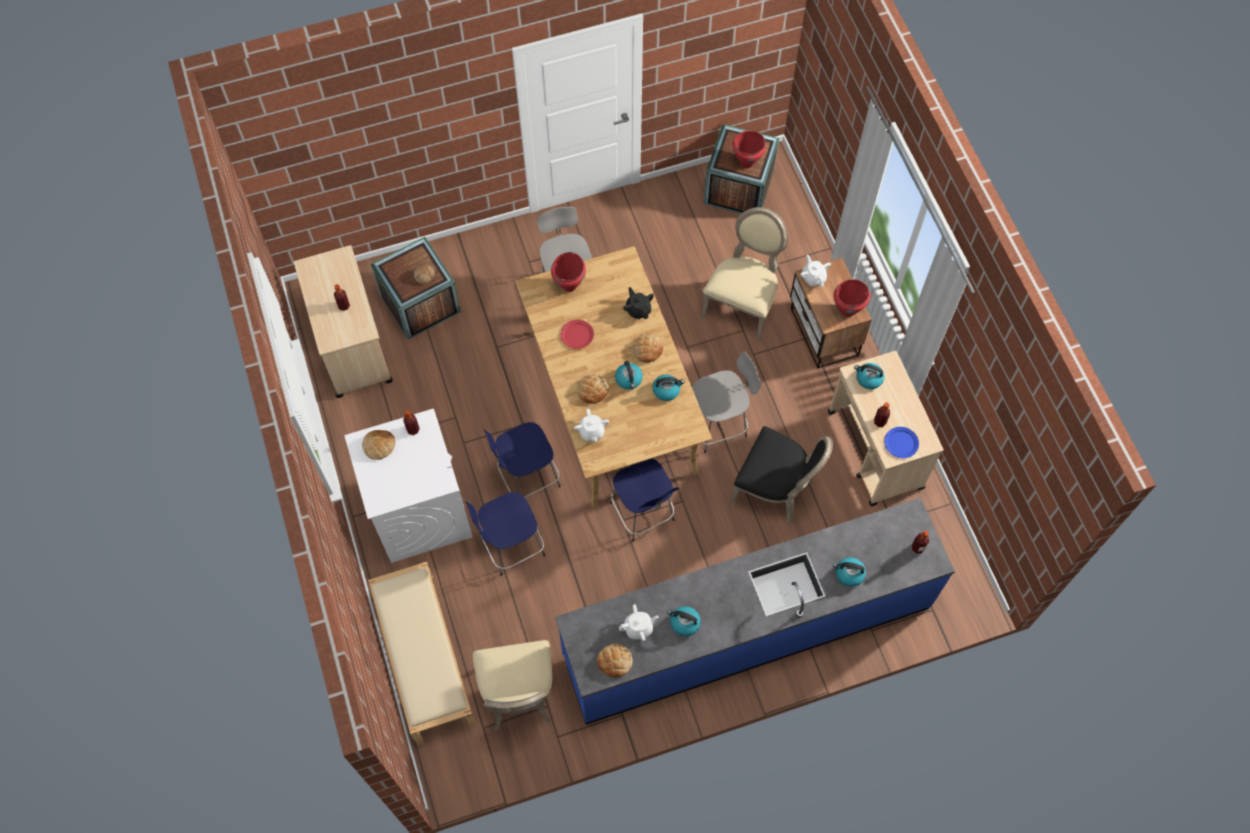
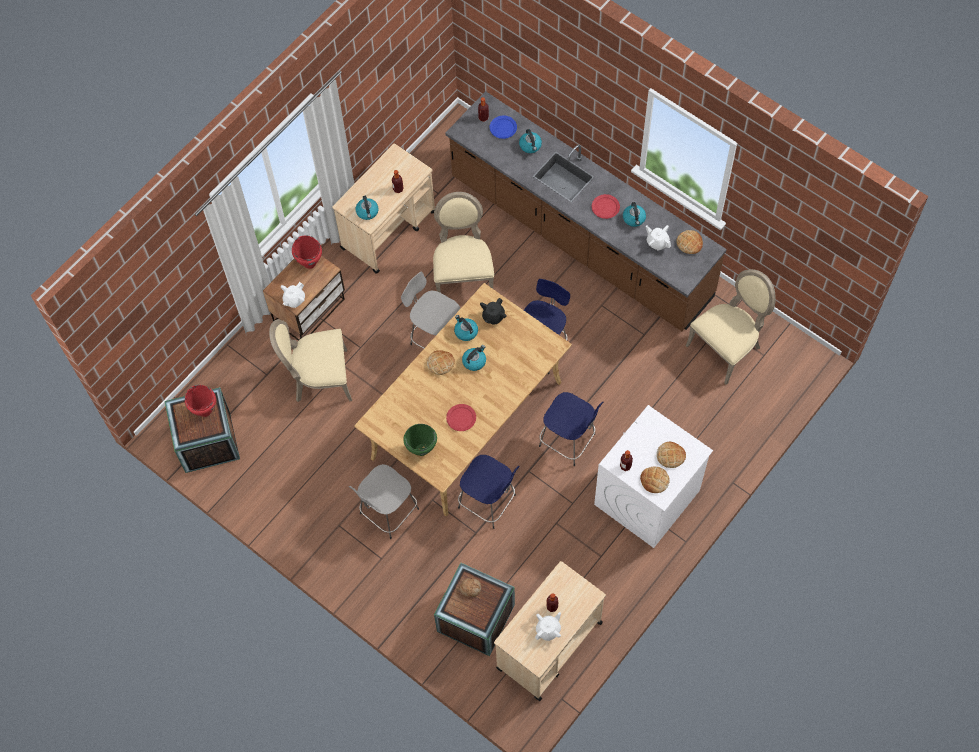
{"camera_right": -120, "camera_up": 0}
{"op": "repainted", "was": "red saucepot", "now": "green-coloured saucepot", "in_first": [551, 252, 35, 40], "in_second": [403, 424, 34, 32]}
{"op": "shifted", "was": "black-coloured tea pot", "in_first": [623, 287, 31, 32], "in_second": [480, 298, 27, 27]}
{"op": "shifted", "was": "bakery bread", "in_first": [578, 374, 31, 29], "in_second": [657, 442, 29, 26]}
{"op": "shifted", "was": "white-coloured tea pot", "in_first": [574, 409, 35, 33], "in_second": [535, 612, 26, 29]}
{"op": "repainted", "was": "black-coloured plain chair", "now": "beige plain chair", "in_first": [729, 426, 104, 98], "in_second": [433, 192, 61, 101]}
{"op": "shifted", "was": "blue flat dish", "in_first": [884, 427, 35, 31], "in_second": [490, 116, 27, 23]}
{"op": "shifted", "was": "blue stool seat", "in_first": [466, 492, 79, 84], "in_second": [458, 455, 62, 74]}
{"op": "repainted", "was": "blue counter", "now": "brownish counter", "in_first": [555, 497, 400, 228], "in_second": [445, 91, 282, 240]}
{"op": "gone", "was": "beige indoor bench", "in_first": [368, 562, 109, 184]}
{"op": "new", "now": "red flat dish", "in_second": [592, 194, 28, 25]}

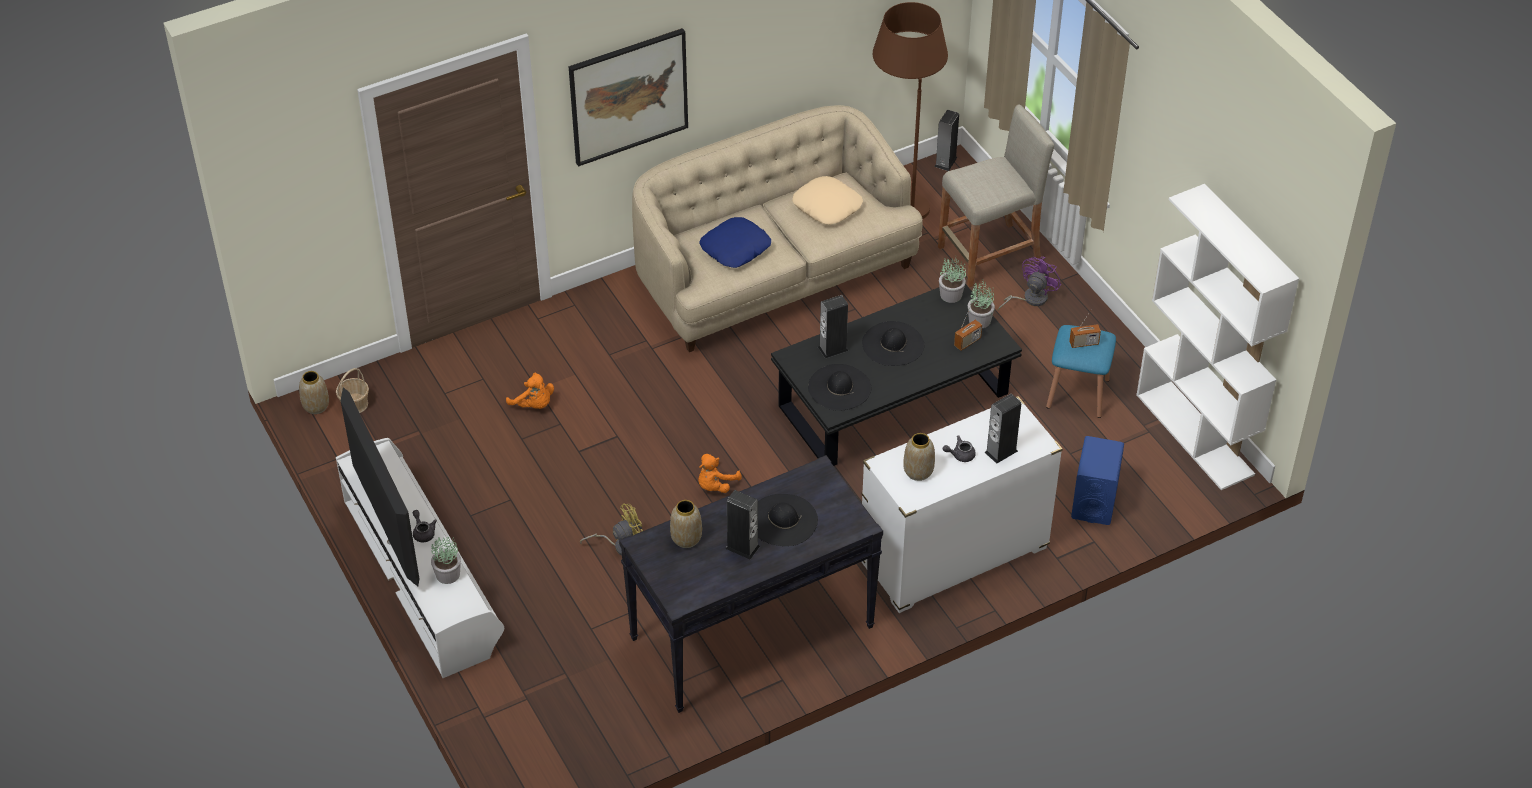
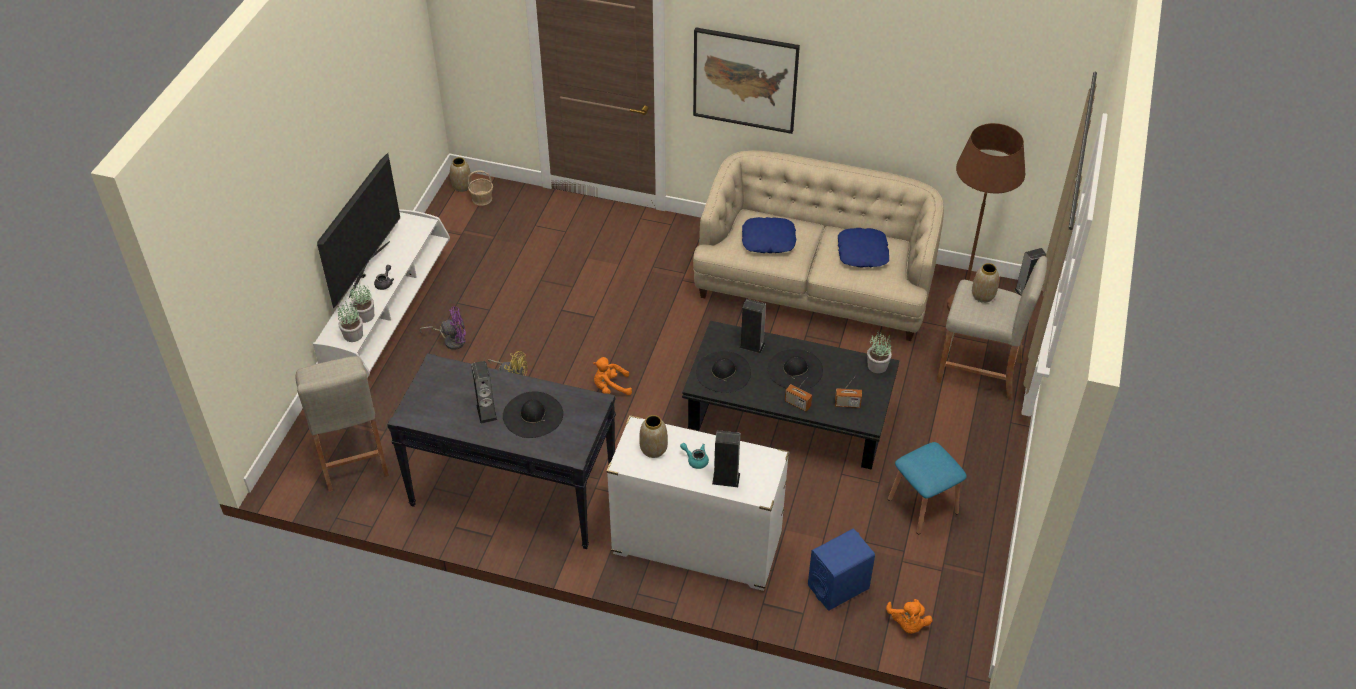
{"camera_right": 45, "camera_up": 0}
{"op": "repainted", "was": "beige pillow", "now": "blue pillow", "in_first": [792, 176, 71, 49], "in_second": [838, 228, 51, 40]}
{"op": "gone", "was": "white-coloured bookshelf", "in_first": [1136, 184, 163, 306]}
{"op": "shifted", "was": "purplish cooling fan", "in_first": [998, 257, 63, 53], "in_second": [419, 306, 47, 44]}
{"op": "shifted", "was": "potted plant", "in_first": [968, 280, 27, 48], "in_second": [337, 301, 26, 41]}
{"op": "shifted", "was": "radio set", "in_first": [1069, 309, 32, 39], "in_second": [785, 378, 27, 34]}
{"op": "shifted", "was": "orangey cuddly toy", "in_first": [506, 373, 48, 36], "in_second": [886, 599, 47, 35]}
{"op": "repainted", "was": "gray tea pot", "now": "blue-green tea pot", "in_first": [942, 435, 34, 27], "in_second": [680, 443, 29, 26]}
{"op": "shifted", "was": "decorative vase", "in_first": [670, 500, 32, 48], "in_second": [972, 263, 27, 40]}
{"op": "new", "now": "beige stool seat", "in_second": [296, 356, 93, 136]}

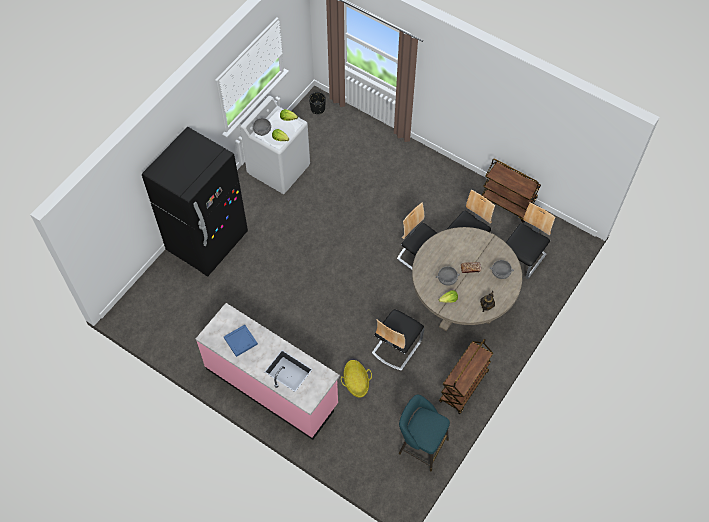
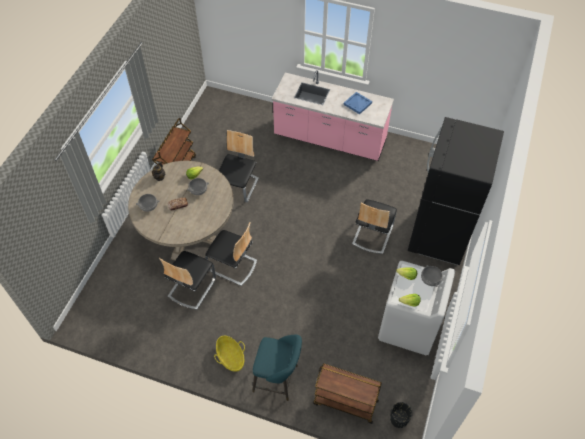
{"camera_right": 165, "camera_up": -5}
{"op": "shifted", "was": "brownish cart", "in_first": [480, 159, 61, 64], "in_second": [313, 364, 69, 60]}
{"op": "shifted", "was": "plain chair", "in_first": [506, 202, 49, 77], "in_second": [352, 199, 45, 55]}
{"op": "shifted", "was": "basket", "in_first": [341, 360, 31, 37], "in_second": [214, 336, 31, 36]}
{"op": "shifted", "was": "blue-green stool seat", "in_first": [399, 394, 51, 77], "in_second": [252, 335, 50, 66]}

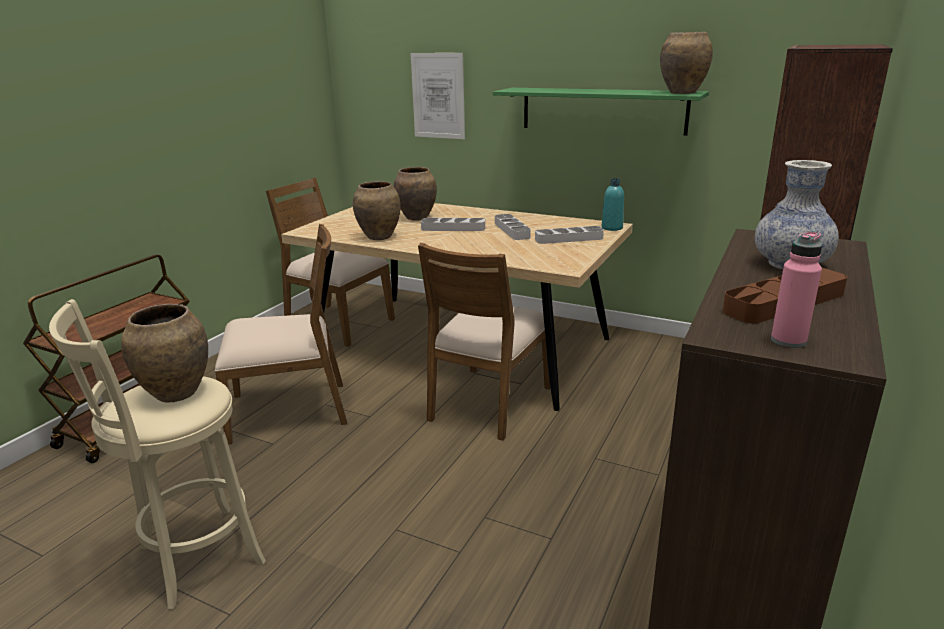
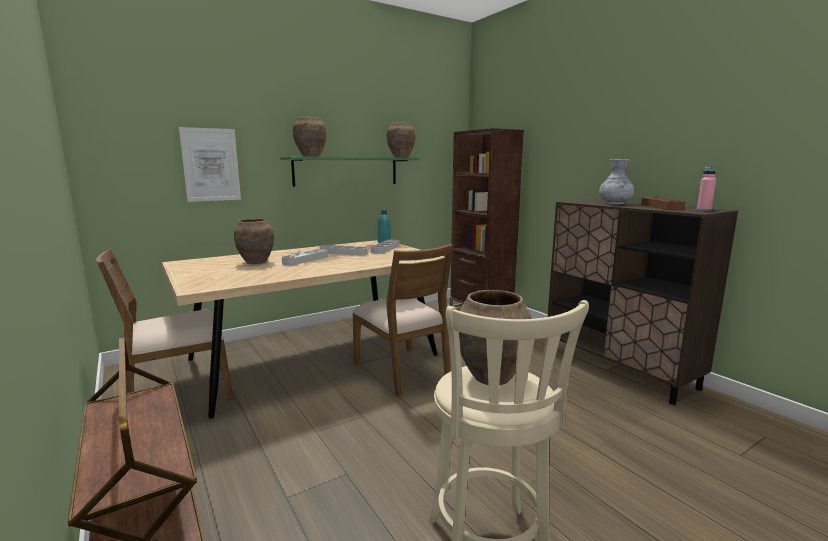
{"camera_right": -60, "camera_up": -10}
{"op": "shifted", "was": "brownish decorative vase", "in_first": [353, 181, 48, 59], "in_second": [293, 117, 33, 40]}
{"op": "gone", "was": "brownish plain chair", "in_first": [215, 224, 132, 221]}

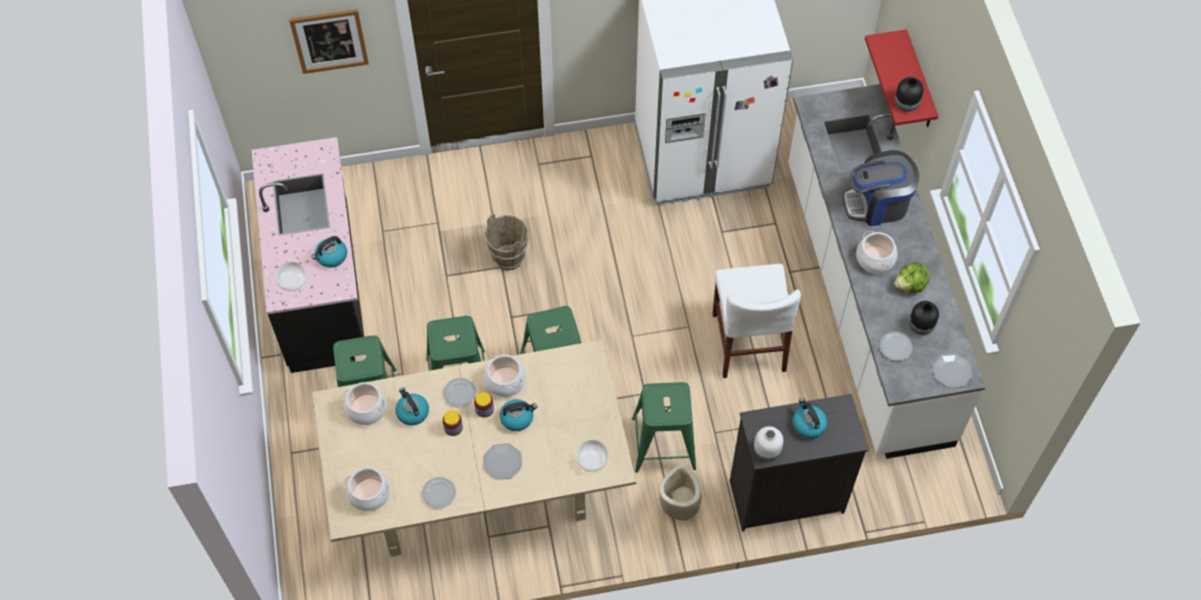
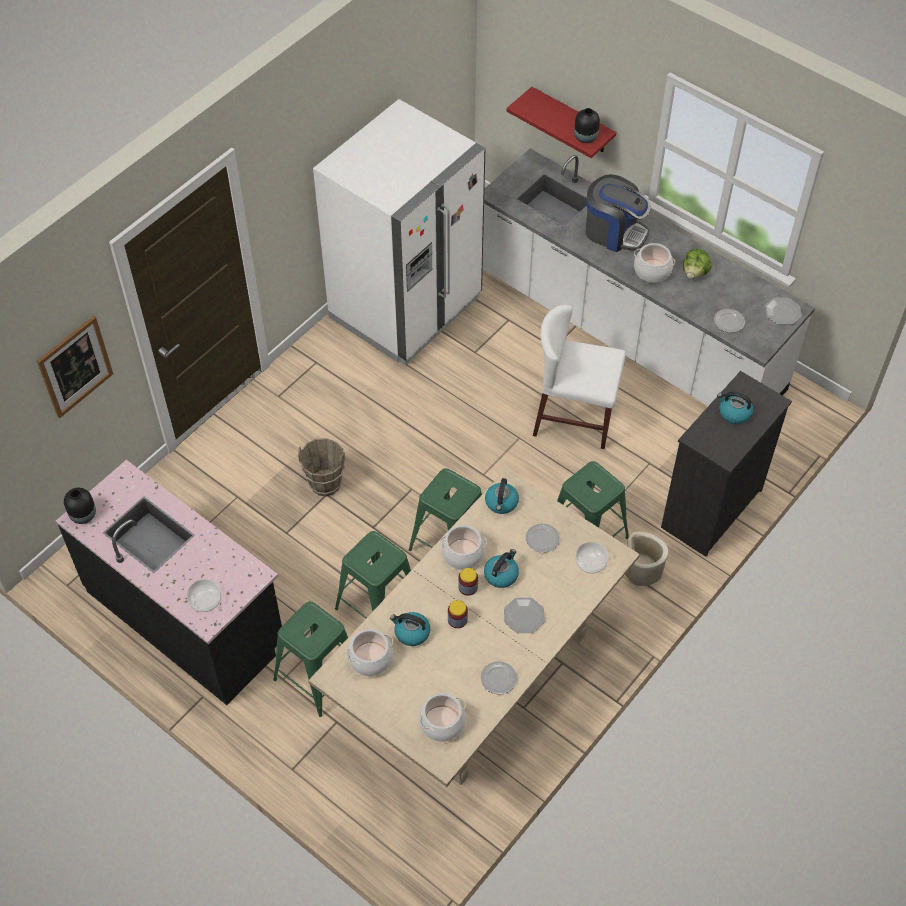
{"camera_right": -40, "camera_up": -5}
{"op": "rotated", "was": "coffee maker", "in_first": [842, 150, 77, 76], "in_second": [586, 174, 65, 78], "clockwise": -105}
{"op": "shifted", "was": "kettle", "in_first": [311, 236, 36, 32], "in_second": [485, 478, 34, 36]}
{"op": "rotated", "was": "white-coloured plain chair", "in_first": [713, 264, 88, 114], "in_second": [533, 305, 93, 144], "clockwise": 150}
{"op": "shifted", "was": "black-coloured decorative vase", "in_first": [909, 301, 30, 34], "in_second": [64, 488, 32, 36]}
{"op": "shifted", "was": "flat dish", "in_first": [443, 378, 33, 29], "in_second": [526, 524, 34, 29]}
{"op": "gone", "was": "white-coloured decorative vase", "in_first": [754, 426, 30, 36]}

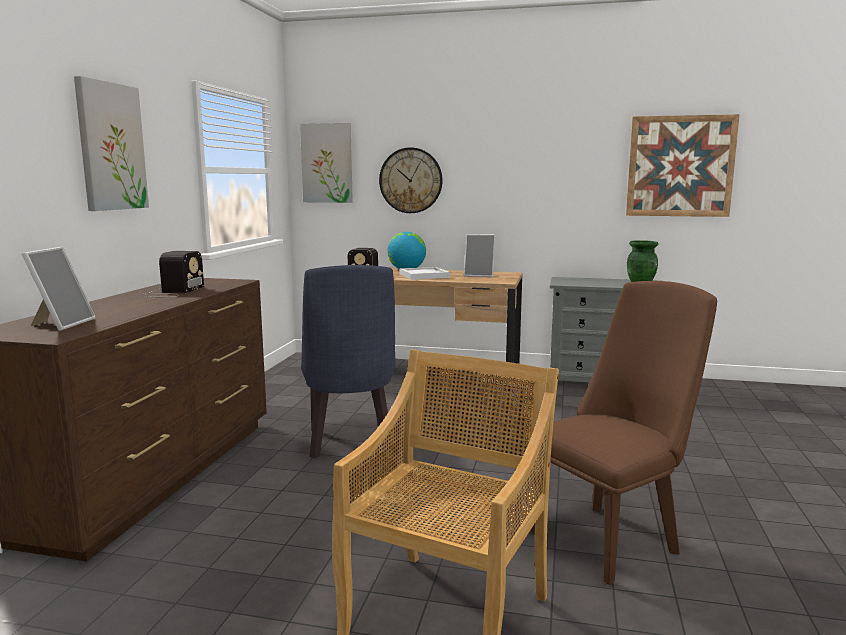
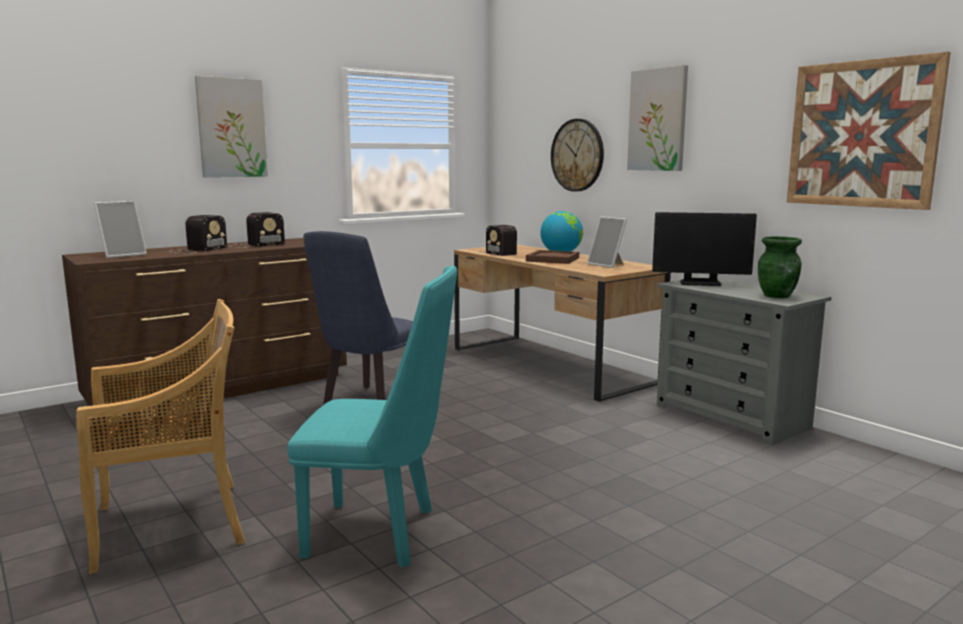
{"camera_right": 40, "camera_up": 0}
{"op": "shifted", "was": "wall picture", "in_first": [300, 123, 53, 80], "in_second": [627, 65, 61, 106]}
{"op": "repainted", "was": "white-coloured serving tray", "now": "brownish serving tray", "in_first": [400, 267, 50, 13], "in_second": [526, 250, 53, 14]}
{"op": "repainted", "was": "brownish plain chair", "now": "blue-green plain chair", "in_first": [531, 281, 186, 304], "in_second": [287, 266, 170, 302]}
{"op": "new", "now": "monitor", "in_second": [652, 212, 105, 74]}
{"op": "new", "now": "radio set", "in_second": [170, 215, 57, 38]}

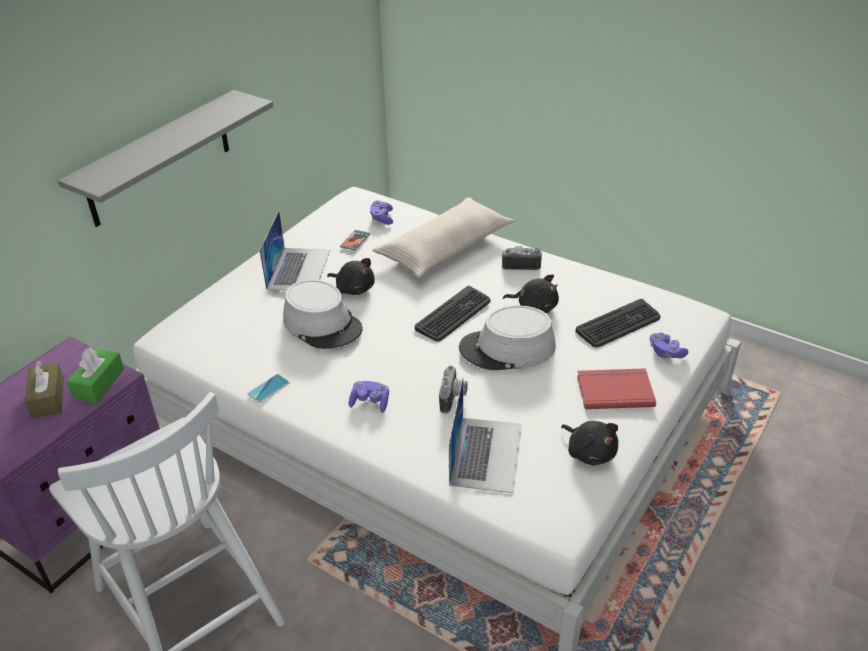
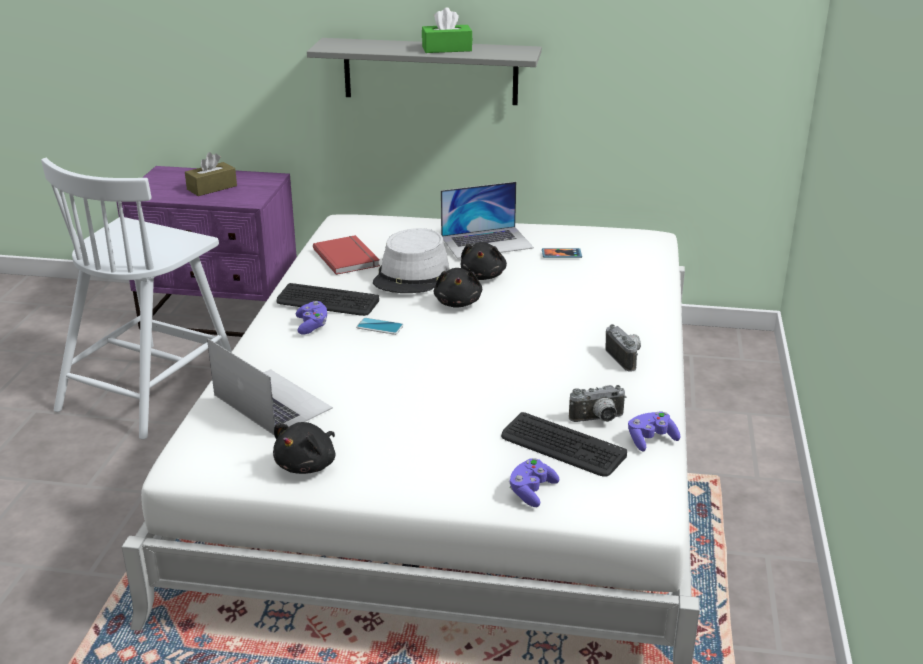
{"camera_right": 65, "camera_up": -10}
{"op": "gone", "was": "beige pillow", "in_first": [373, 197, 141, 80]}
{"op": "shifted", "was": "purplish joypad", "in_first": [370, 200, 23, 25], "in_second": [628, 411, 52, 41]}
{"op": "shifted", "was": "black-coloured cuddly toy", "in_first": [503, 274, 56, 39], "in_second": [434, 268, 48, 40]}
{"op": "shifted", "was": "PC keyboard", "in_first": [415, 286, 75, 55], "in_second": [276, 283, 103, 33]}
{"op": "gone", "was": "gray hat", "in_first": [459, 306, 97, 64]}
{"op": "shifted", "was": "green-coloured tissue box", "in_first": [67, 347, 57, 56], "in_second": [422, 7, 50, 46]}
{"op": "shifted", "was": "still camera", "in_first": [439, 366, 29, 47], "in_second": [569, 385, 57, 37]}
{"op": "shifted", "was": "red book", "in_first": [577, 368, 79, 41], "in_second": [313, 235, 67, 40]}
{"op": "shifted", "was": "phone", "in_first": [247, 374, 43, 29], "in_second": [356, 318, 48, 17]}
{"op": "rotated", "was": "laptop", "in_first": [449, 377, 73, 116], "in_second": [207, 338, 126, 98], "clockwise": -120}

